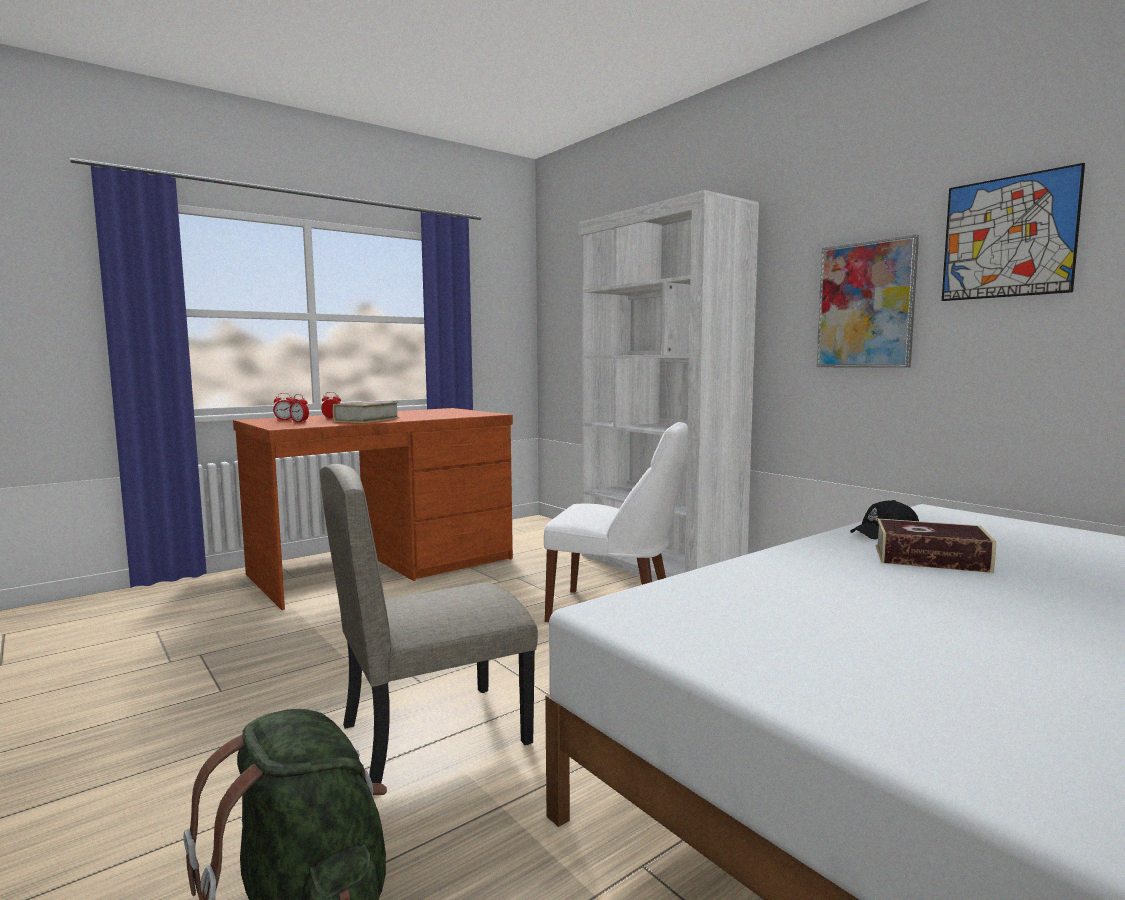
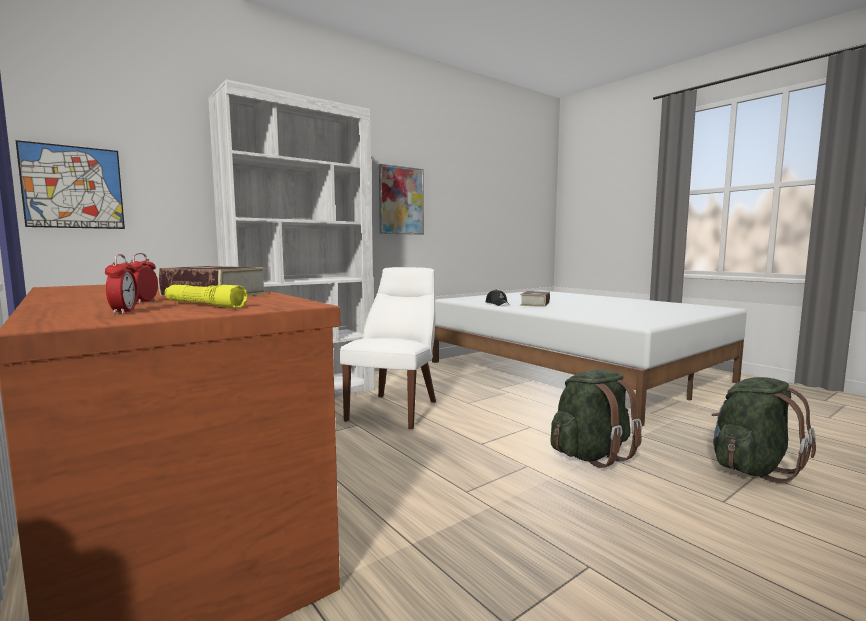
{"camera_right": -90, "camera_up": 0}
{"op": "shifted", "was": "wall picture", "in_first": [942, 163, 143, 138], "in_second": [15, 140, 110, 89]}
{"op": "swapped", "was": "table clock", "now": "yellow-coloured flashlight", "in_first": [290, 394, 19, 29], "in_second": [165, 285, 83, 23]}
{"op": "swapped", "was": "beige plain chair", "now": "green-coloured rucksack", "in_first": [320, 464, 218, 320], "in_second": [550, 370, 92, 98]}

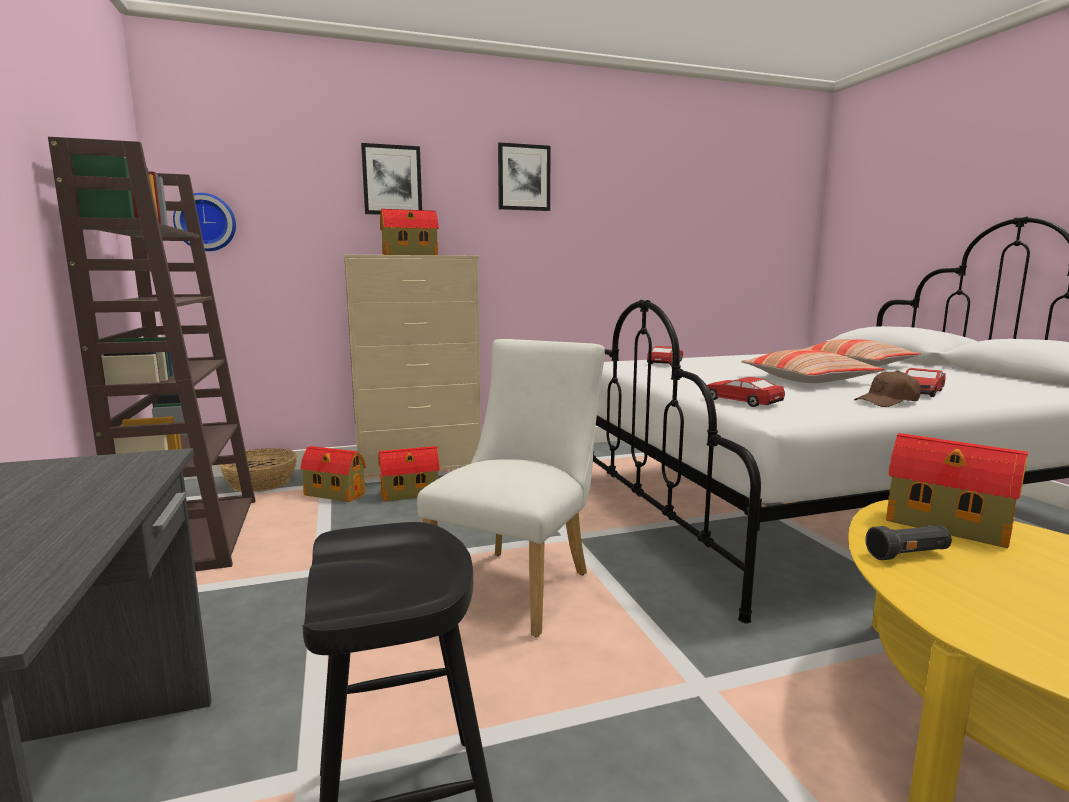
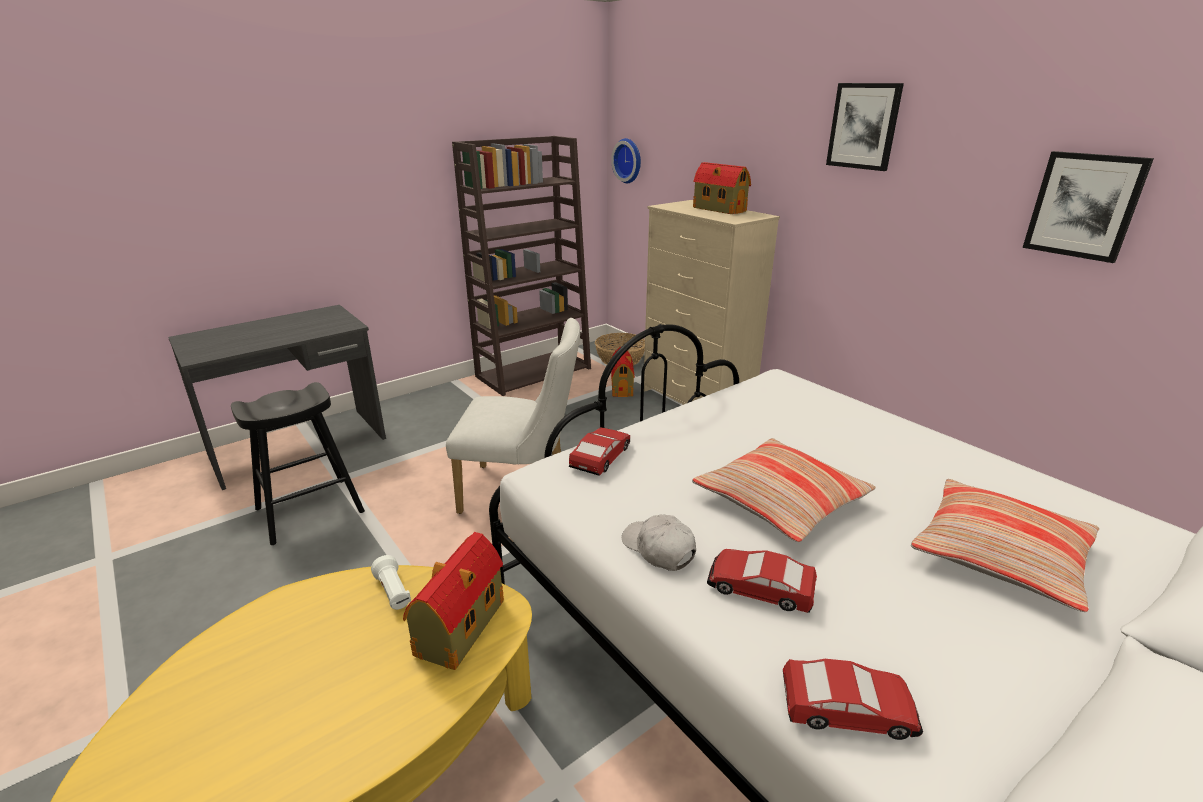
{"camera_right": 70, "camera_up": 15}
{"op": "shifted", "was": "wall picture", "in_first": [361, 143, 61, 72], "in_second": [1023, 151, 131, 112]}
{"op": "shifted", "was": "miniature car", "in_first": [647, 346, 36, 19], "in_second": [783, 659, 140, 81]}
{"op": "repainted", "was": "brownish cap", "now": "white-coloured cap", "in_first": [854, 370, 67, 37], "in_second": [622, 515, 74, 56]}
{"op": "gone", "was": "toy house", "in_first": [378, 446, 62, 56]}
{"op": "repainted", "was": "black-coloured flashlight", "now": "white-coloured flashlight", "in_first": [865, 525, 87, 35], "in_second": [371, 555, 40, 55]}

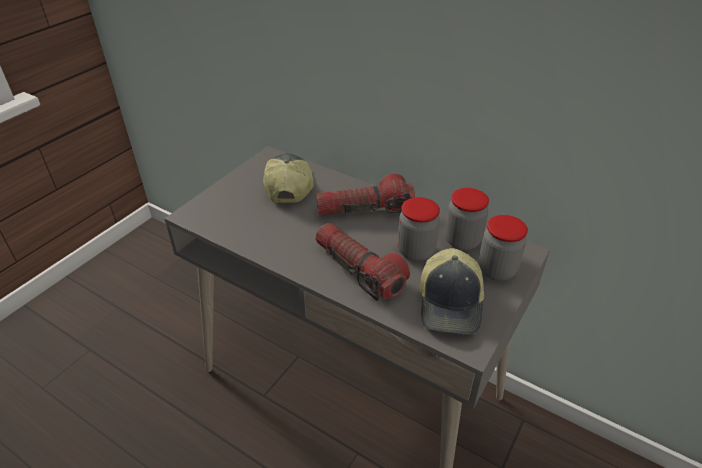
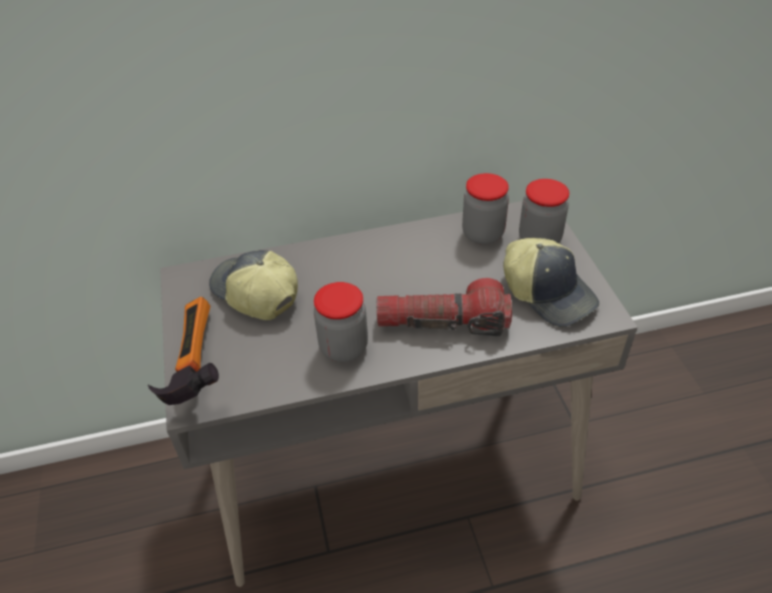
{"camera_right": -45, "camera_up": 5}
{"op": "gone", "was": "flashlight", "in_first": [316, 174, 99, 41]}
{"op": "shifted", "was": "preserve jar", "in_first": [398, 197, 42, 64], "in_second": [314, 282, 54, 80]}
{"op": "new", "now": "hammer", "in_second": [148, 297, 71, 108]}

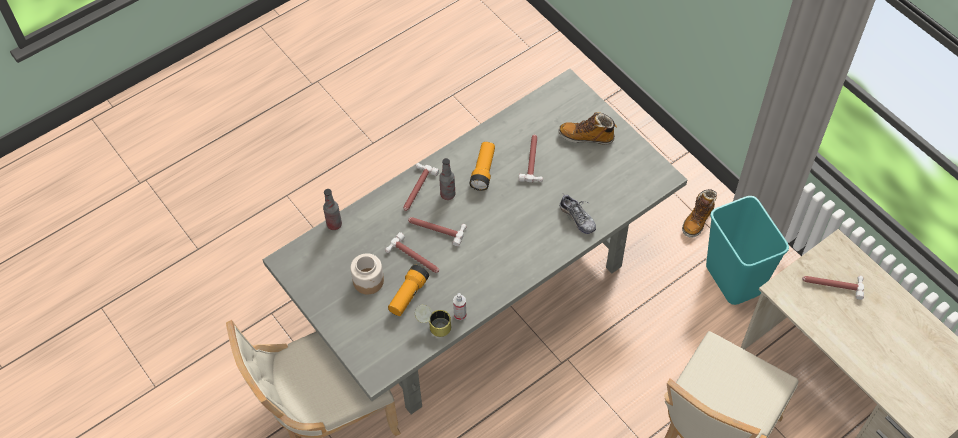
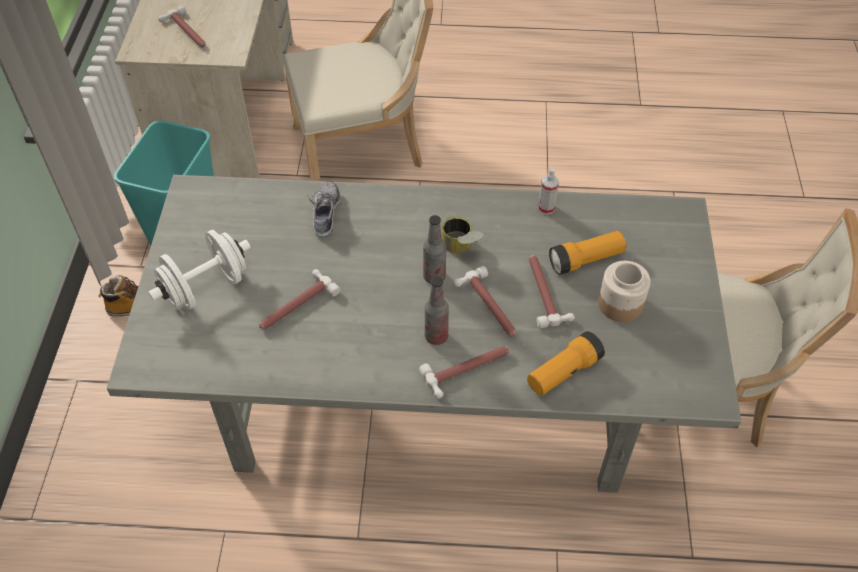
{"camera_right": -140, "camera_up": -5}
{"op": "swapped", "was": "tall boot", "now": "white-coloured hand weight", "in_first": [559, 112, 58, 33], "in_second": [148, 230, 102, 80]}
{"op": "shifted", "was": "flashlight", "in_first": [469, 142, 26, 49], "in_second": [527, 331, 78, 65]}
{"op": "shifted", "was": "bottle", "in_first": [323, 189, 19, 41], "in_second": [423, 215, 23, 69]}
{"op": "shifted", "was": "sealed can", "in_first": [415, 305, 36, 32], "in_second": [442, 217, 42, 37]}

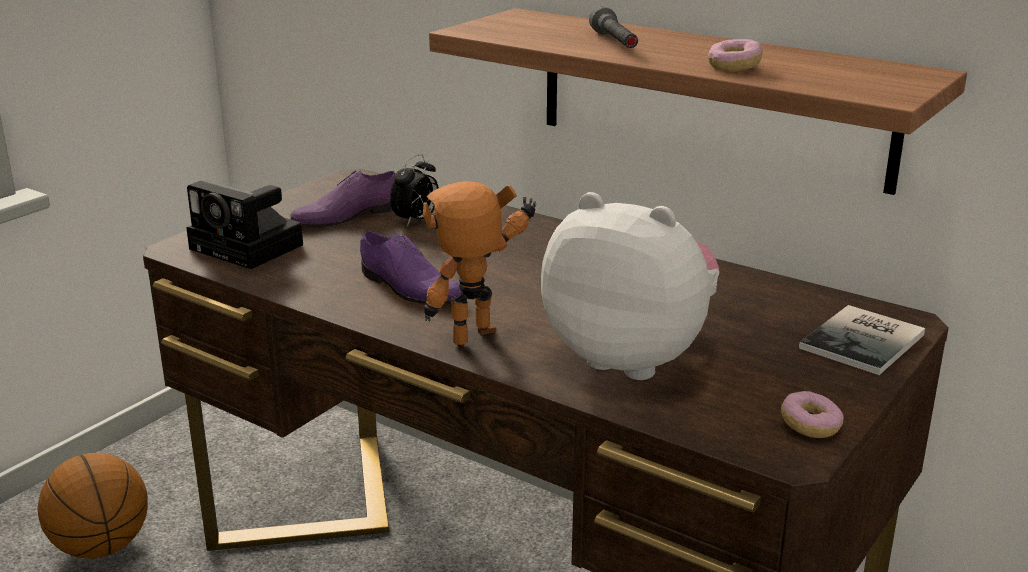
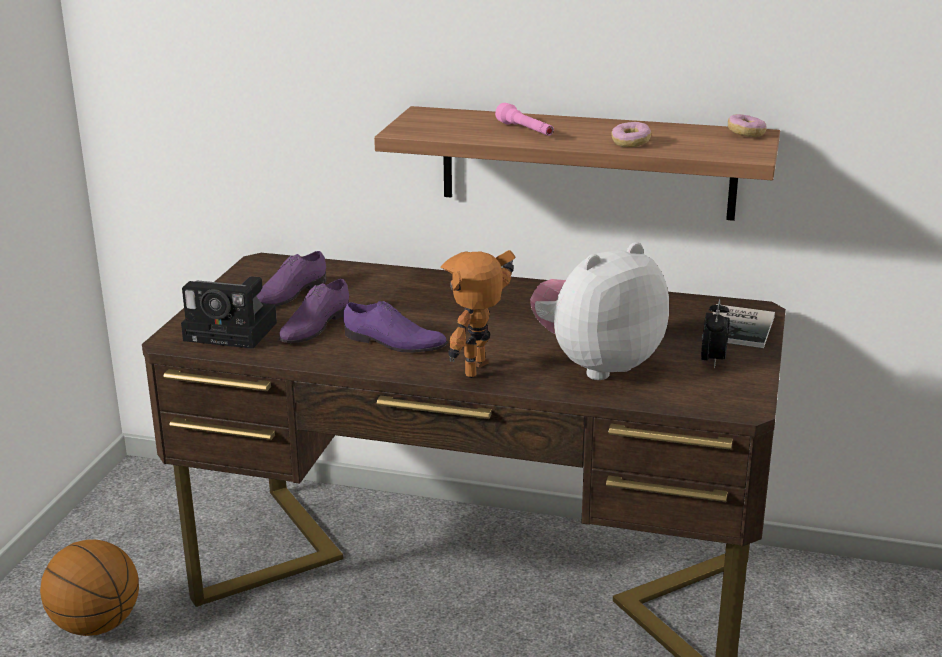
{"camera_right": -20, "camera_up": 0}
{"op": "repainted", "was": "gray flashlight", "now": "pink flashlight", "in_first": [589, 6, 49, 42], "in_second": [495, 103, 59, 33]}
{"op": "shifted", "was": "table clock", "in_first": [390, 154, 49, 73], "in_second": [701, 299, 29, 69]}
{"op": "rotated", "was": "cuddly toy", "in_first": [541, 192, 178, 188], "in_second": [530, 242, 139, 138], "clockwise": -45}
{"op": "shifted", "was": "doughnut", "in_first": [781, 391, 62, 47], "in_second": [728, 114, 39, 23]}
{"op": "new", "now": "purplish low shoe", "in_second": [279, 279, 70, 64]}

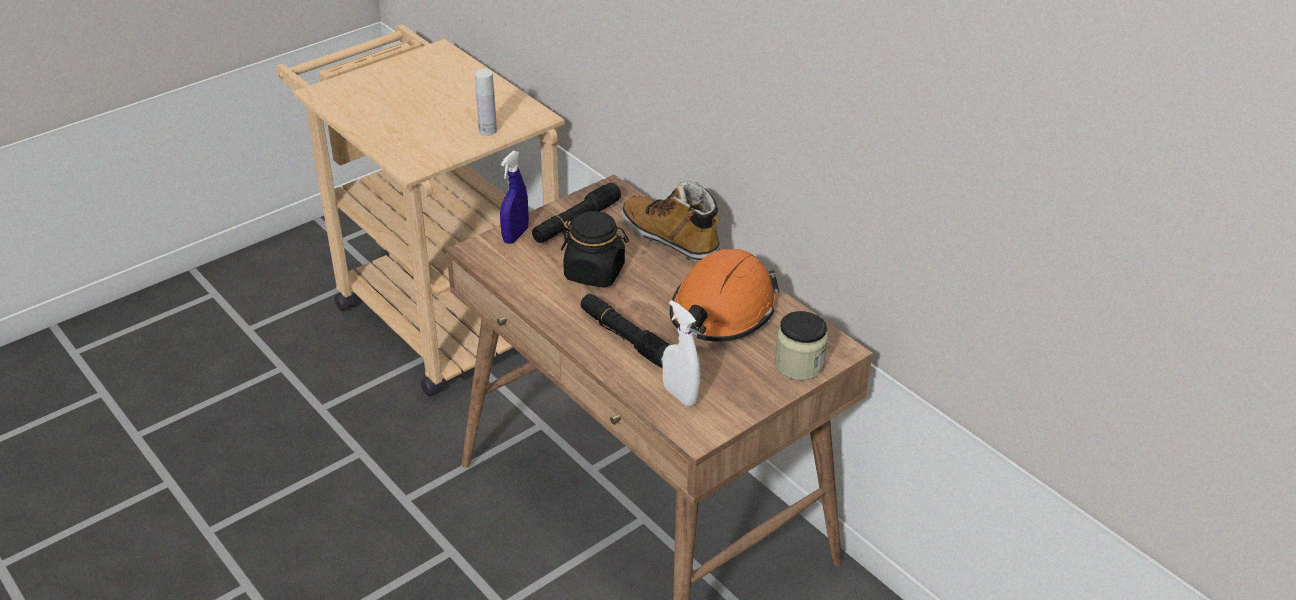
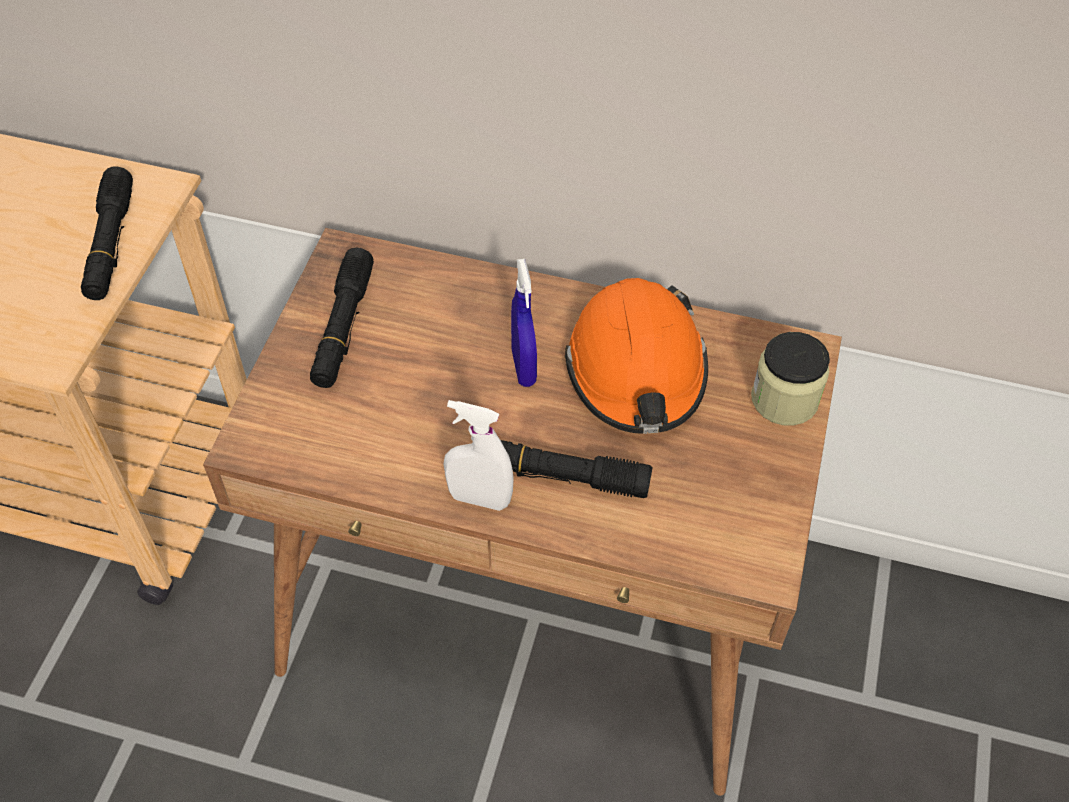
{"camera_right": -35, "camera_up": 15}
{"op": "swapped", "was": "white-coloured bottle", "now": "black-coloured flashlight", "in_first": [475, 69, 22, 67], "in_second": [81, 166, 52, 134]}
{"op": "shifted", "was": "blue spray bottle", "in_first": [500, 151, 29, 93], "in_second": [511, 259, 26, 128]}
{"op": "gone", "was": "tall boot", "in_first": [621, 180, 99, 82]}
{"op": "gone", "was": "black-coloured preserve jar", "in_first": [561, 211, 68, 77]}
{"op": "shifted", "was": "white-coloured spray bottle", "in_first": [663, 300, 37, 106], "in_second": [444, 400, 70, 111]}

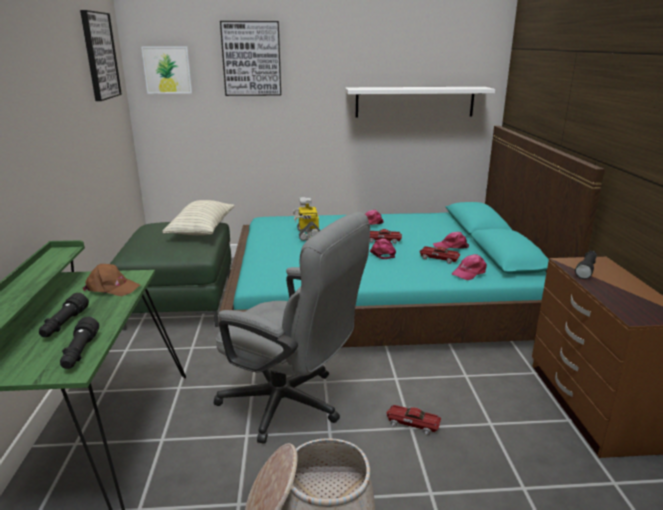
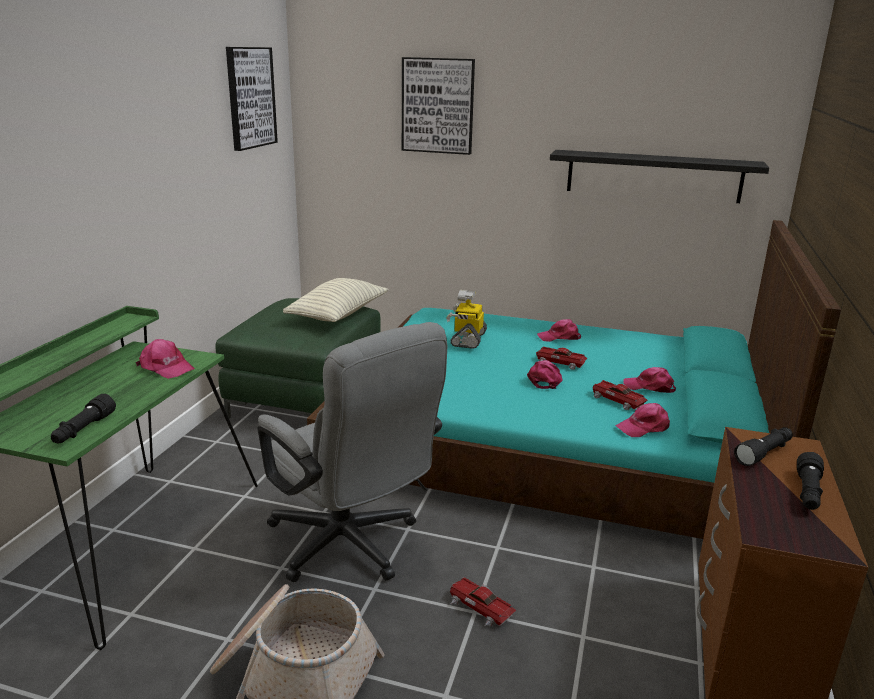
{"camera_right": 20, "camera_up": 0}
{"op": "gone", "was": "wall picture", "in_first": [141, 46, 51, 48]}
{"op": "repainted", "was": "white-coloured bracket shelf", "now": "black-coloured bracket shelf", "in_first": [345, 87, 150, 31], "in_second": [550, 150, 219, 53]}
{"op": "repainted", "was": "brownish cap", "now": "pink cap", "in_first": [83, 264, 57, 32], "in_second": [136, 339, 59, 40]}
{"op": "shifted", "was": "black-coloured flashlight", "in_first": [39, 293, 50, 44], "in_second": [797, 452, 27, 58]}

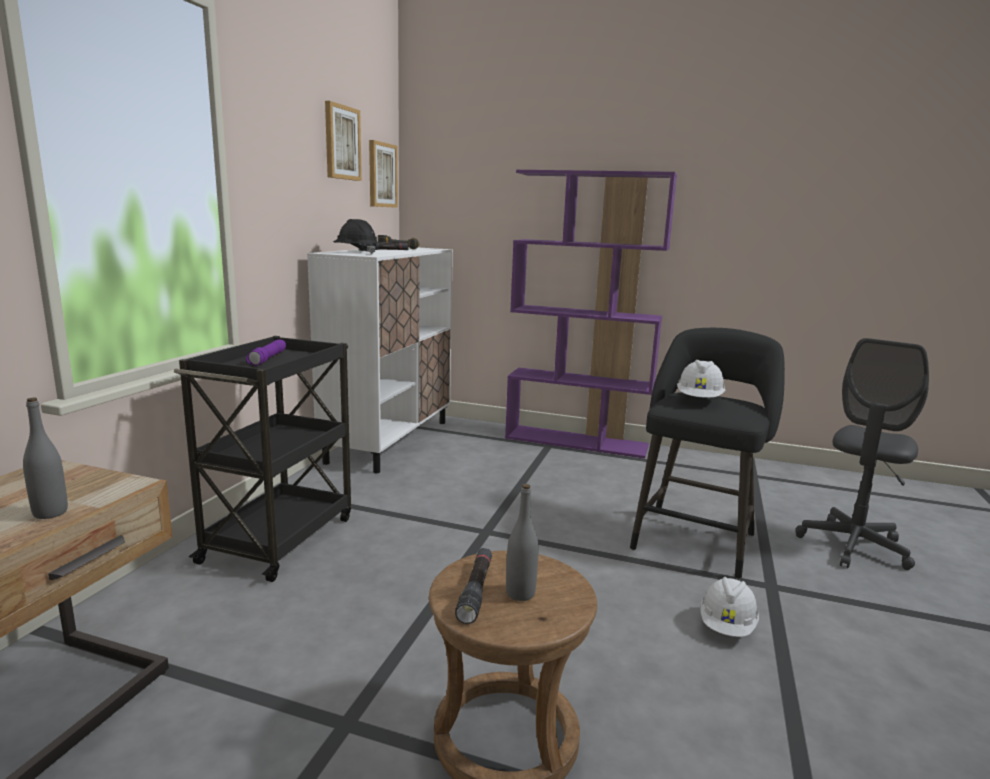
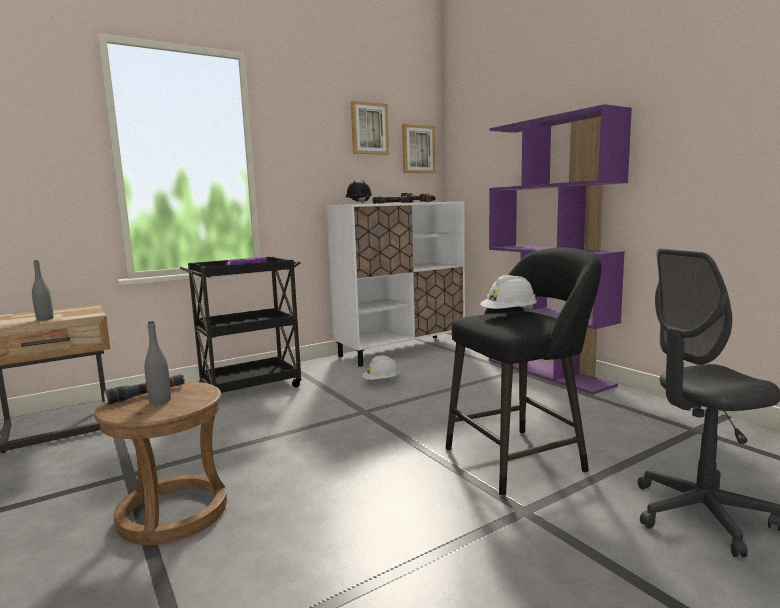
{"camera_right": 40, "camera_up": -5}
{"op": "shifted", "was": "white-coloured work helmet", "in_first": [700, 577, 59, 60], "in_second": [362, 355, 38, 25]}

